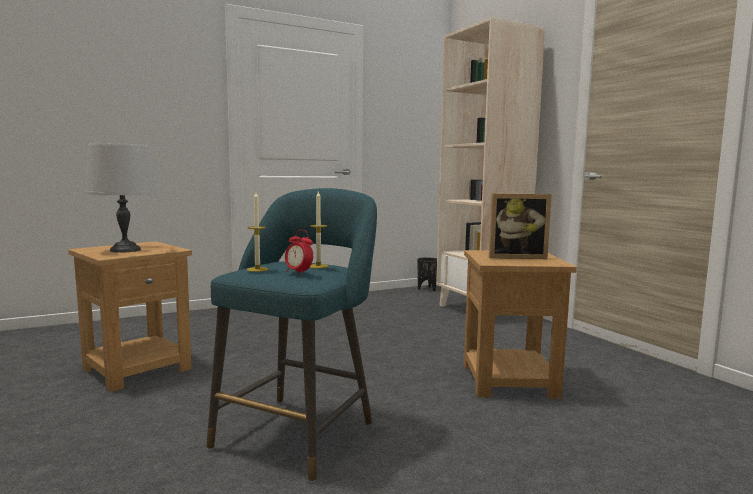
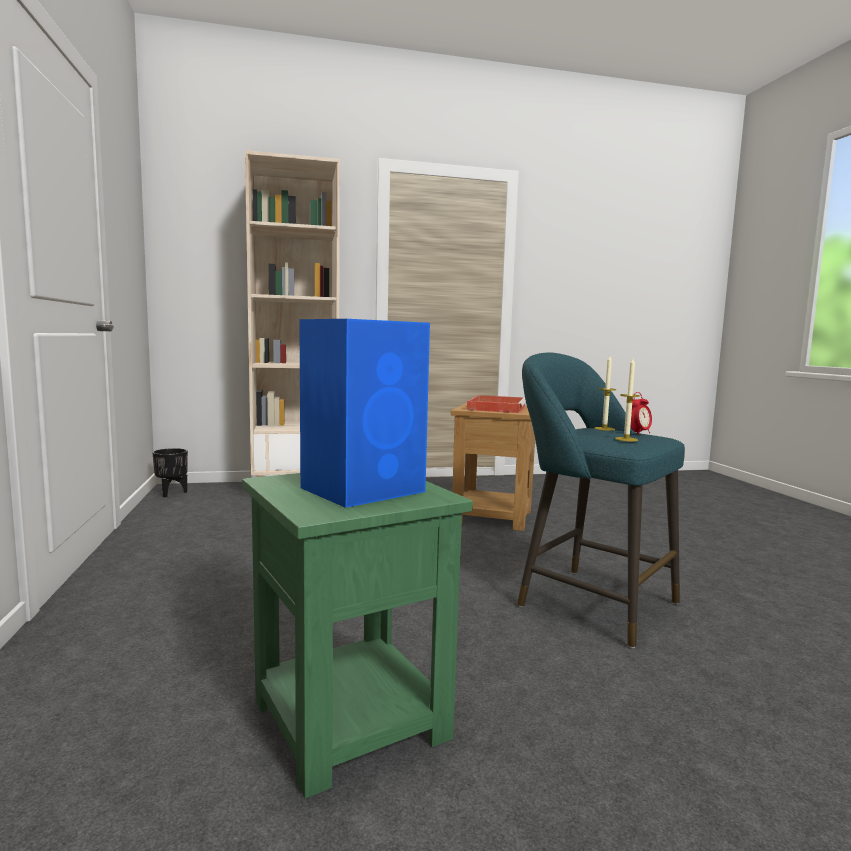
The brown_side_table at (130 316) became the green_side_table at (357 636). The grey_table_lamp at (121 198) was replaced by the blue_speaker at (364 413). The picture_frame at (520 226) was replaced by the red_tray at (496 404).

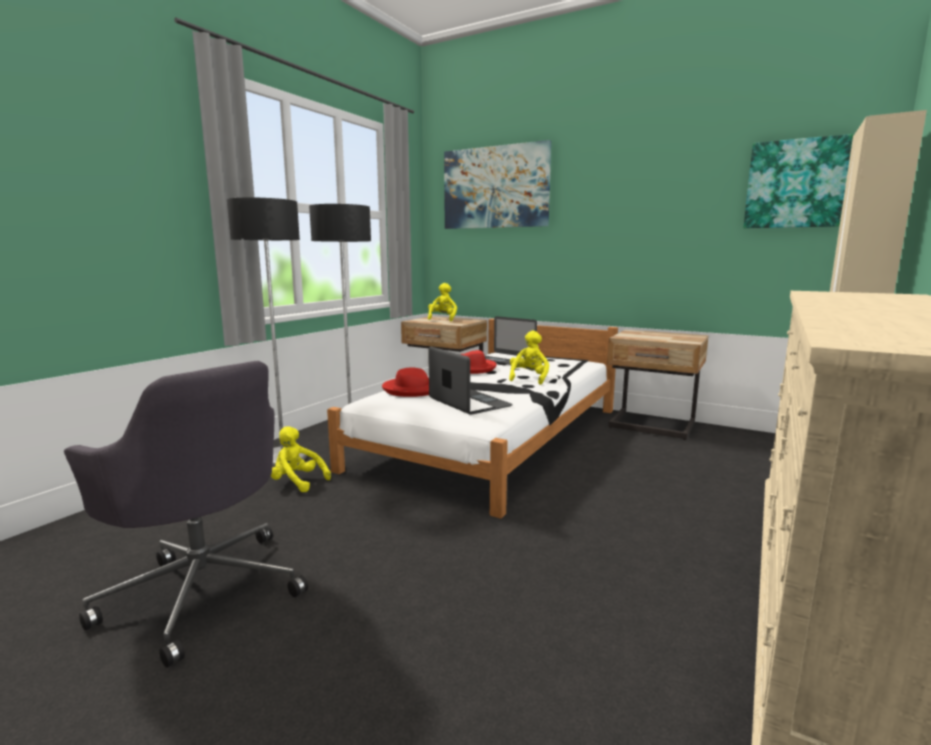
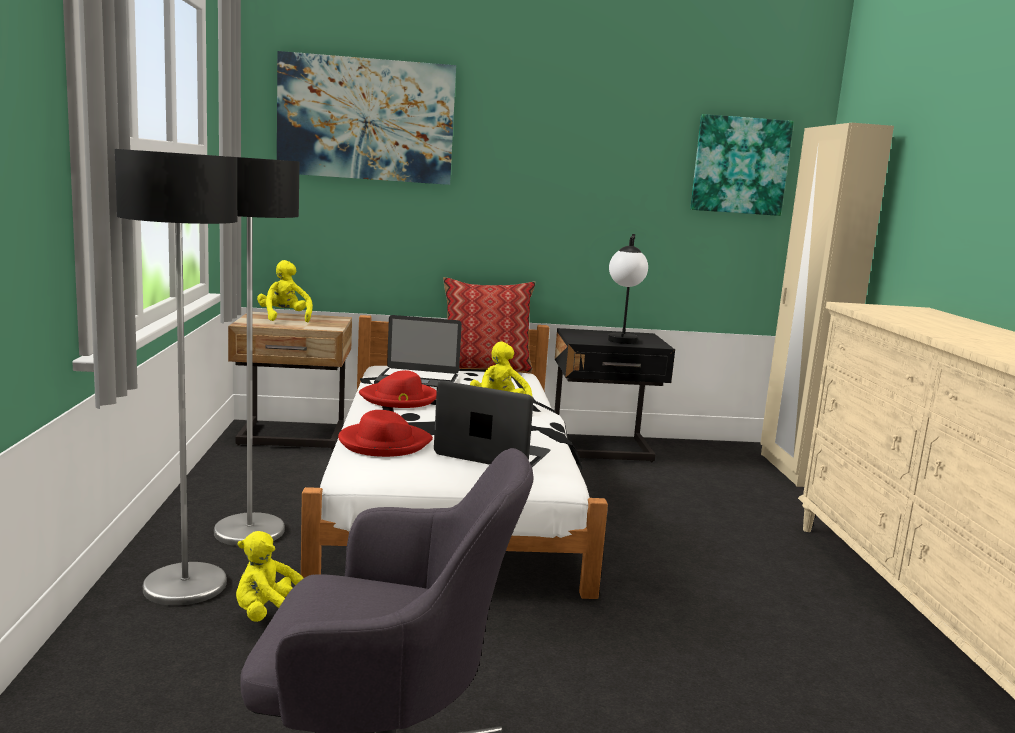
The pillow at (489 325) appeared. The beige_nightstand at (657 385) became the black_nightstand at (614 395). The table_lamp at (628 289) appeared.

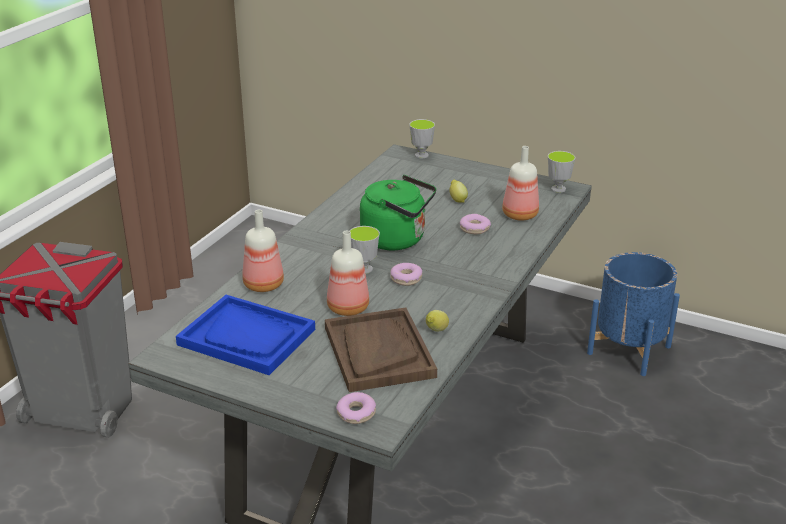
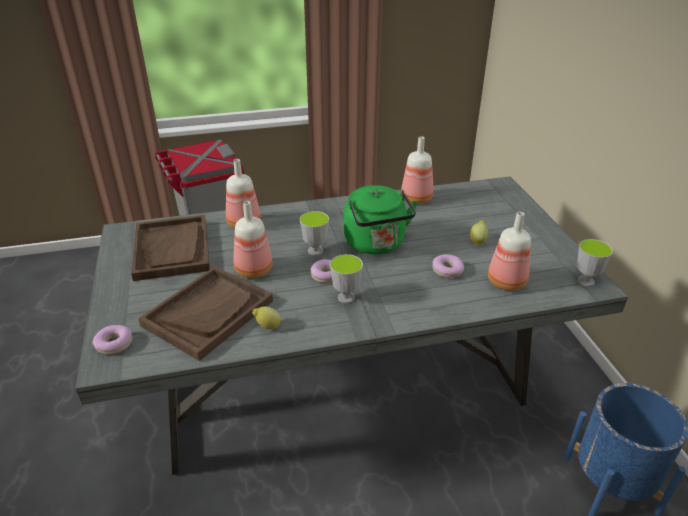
The blue_tray at (245 335) became the brown_tray at (170 248). The cup moved from (422 138) to (346 278). The bottle at (417 170) appeared.

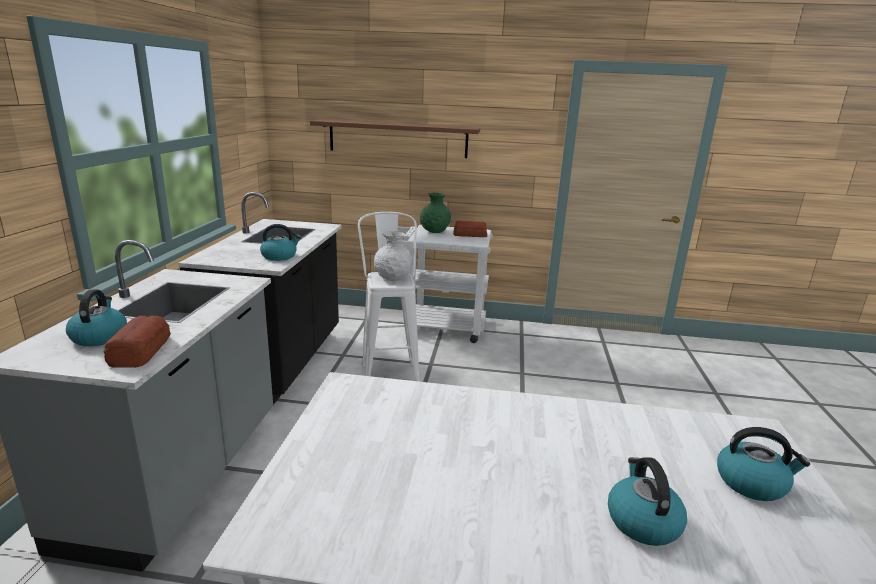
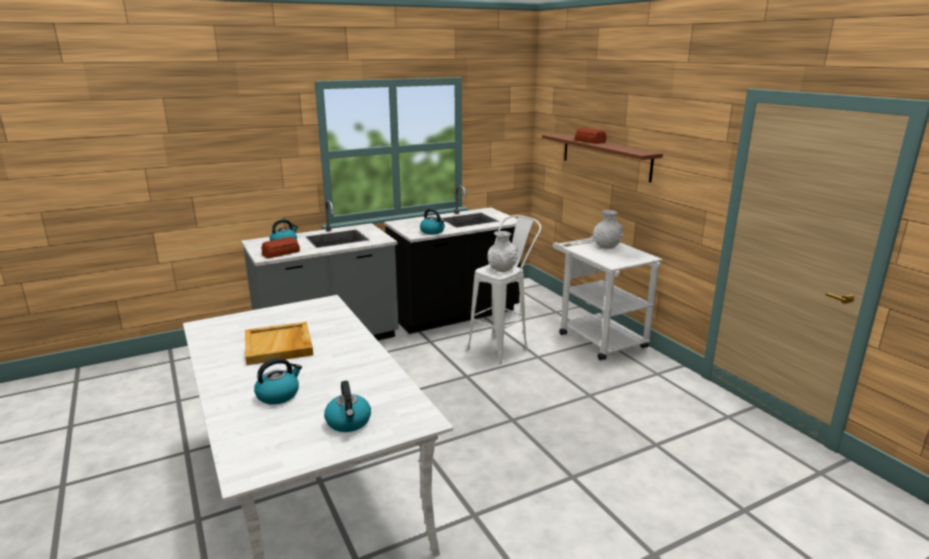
The beige_tray at (279 343) appeared. The bread moved from (470 229) to (591 136). The green_vase at (435 213) became the white_vase at (608 229).

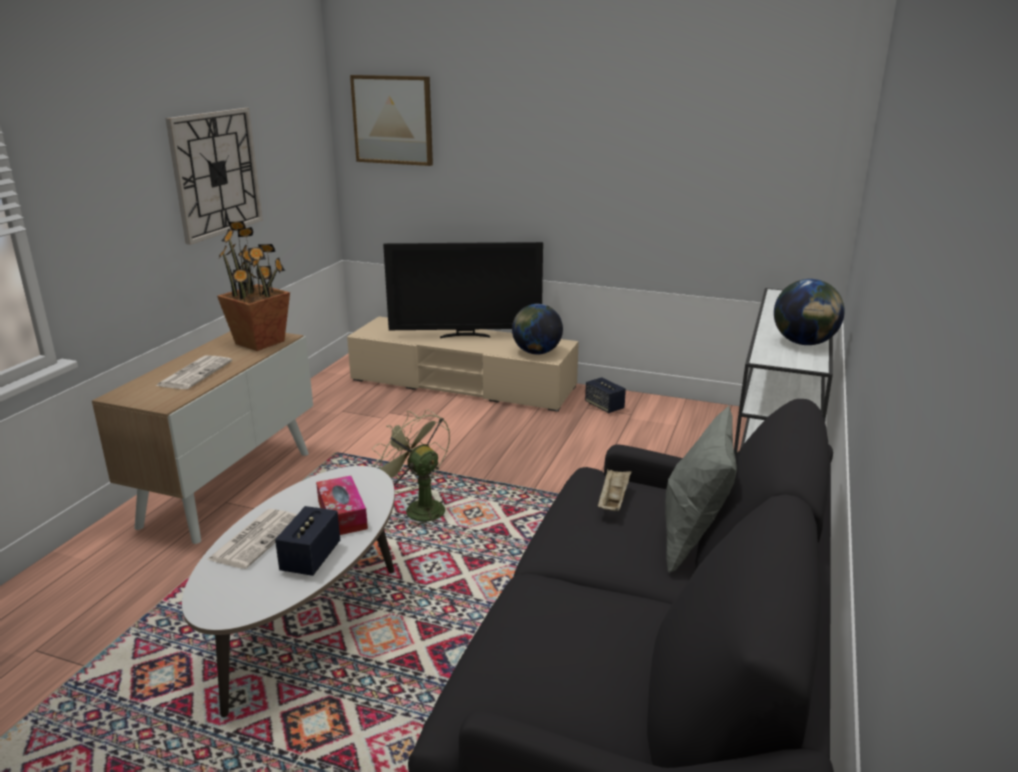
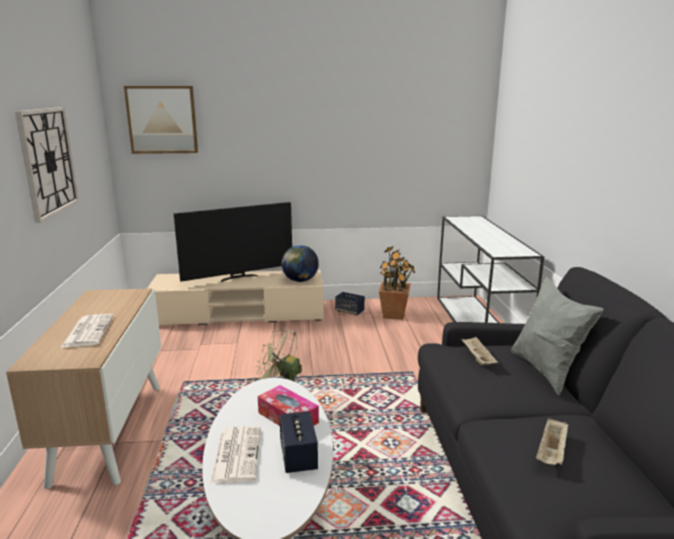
The potted_plant moved from (253 286) to (397 283). The beige_tray at (552 441) appeared. The globe at (809 312) disappeared.

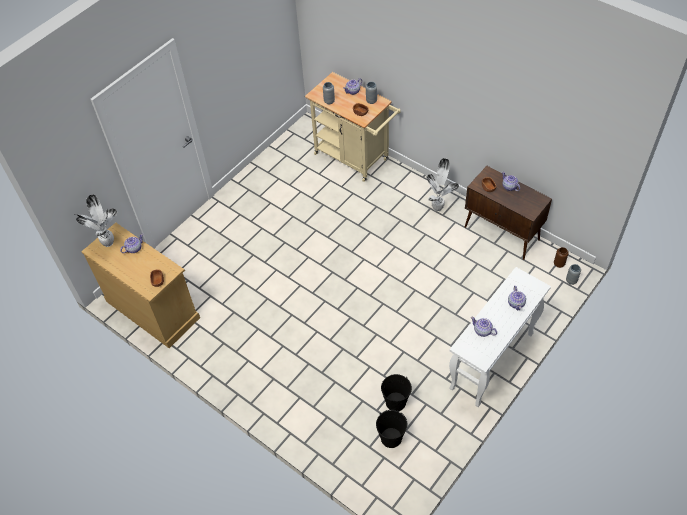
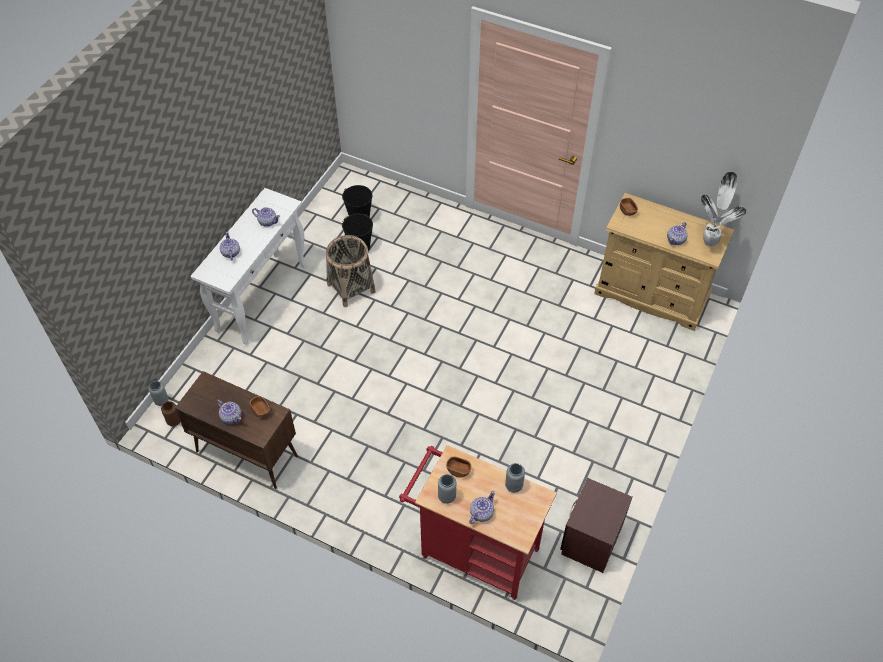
The basket at (351 271) appeared. The beige_cart at (352 127) became the red_cart at (478 522). The brown_nightstand at (596 525) appeared. The potted_plant at (442 184) disappeared.

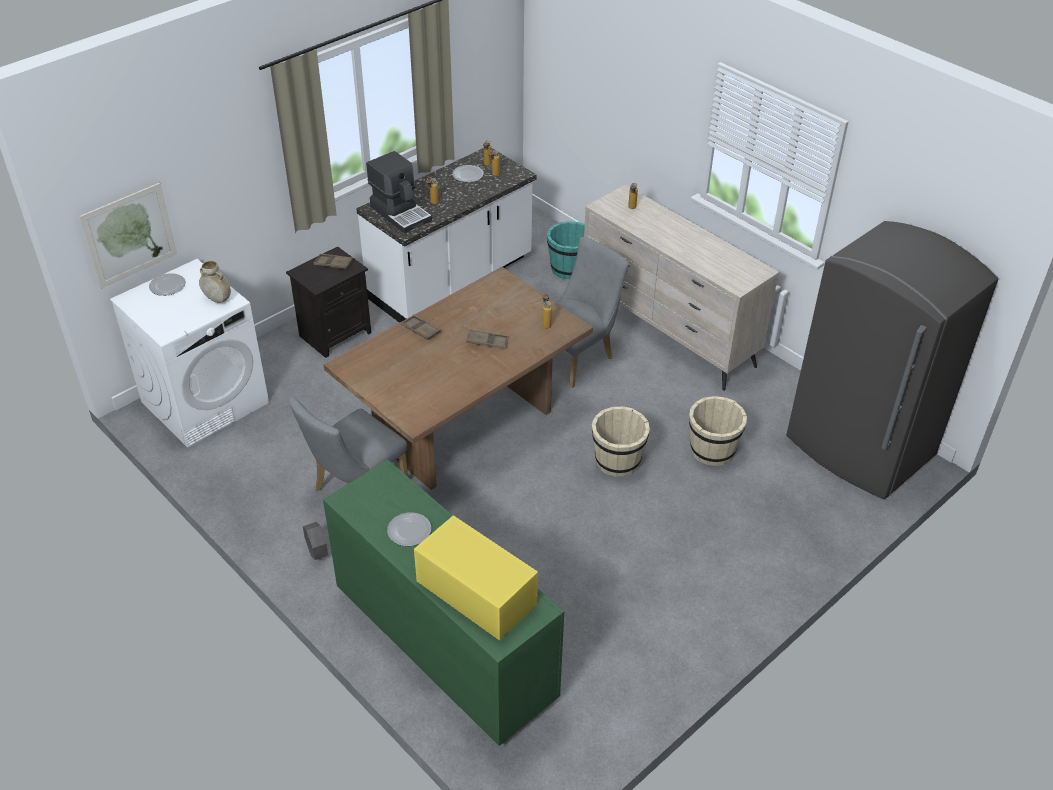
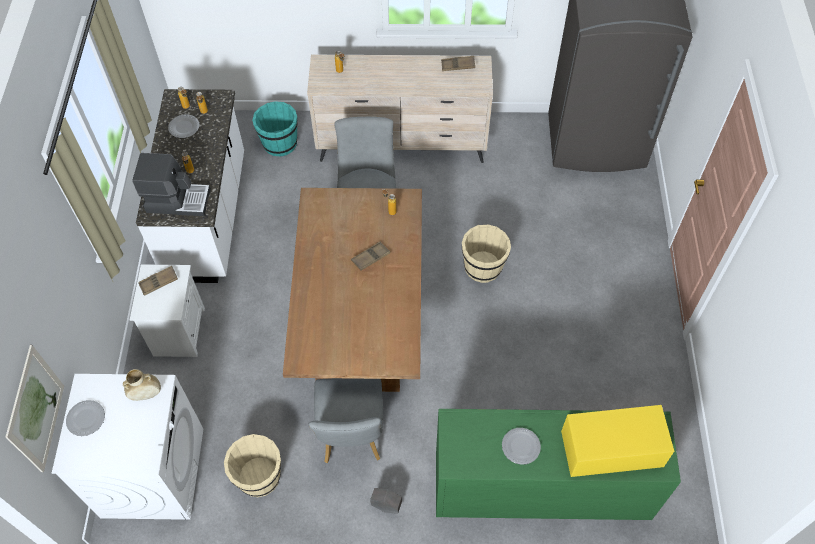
The black_nightstand at (328 302) became the white_nightstand at (167 310). The beige_bucket moved from (718 431) to (252 465). The brown_tray moved from (421 327) to (458 63).

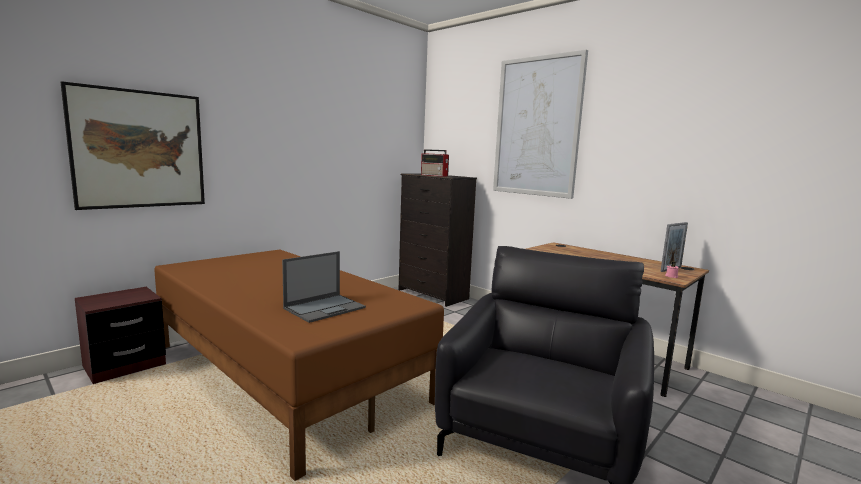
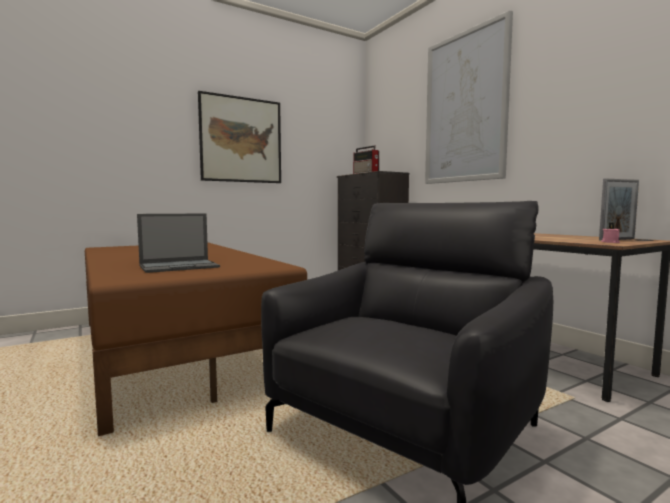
The picture moved from (132 145) to (239 137). The brown_nightstand at (120 335) disappeared.

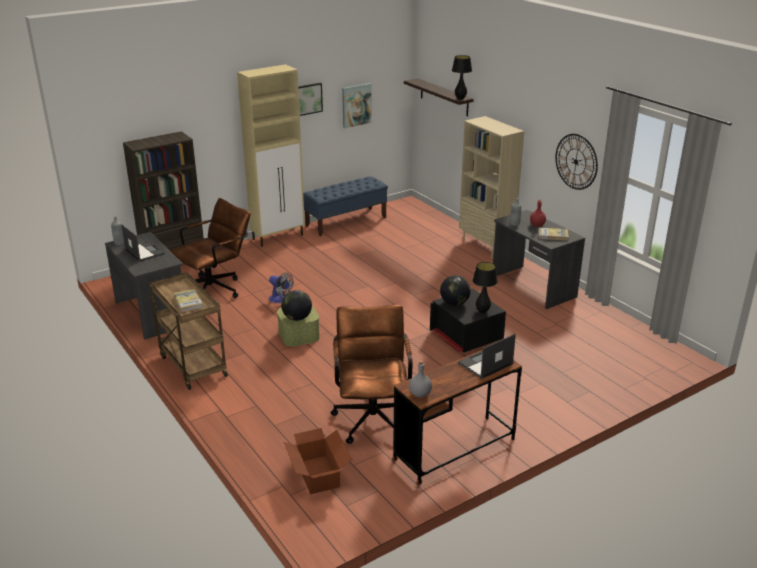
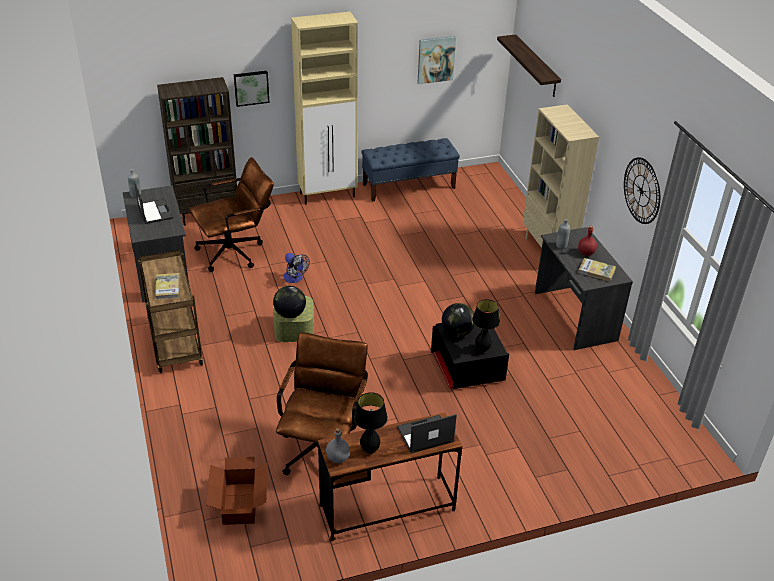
The picture moved from (310 99) to (252 89). The black_table_lamp moved from (462 77) to (371 423).

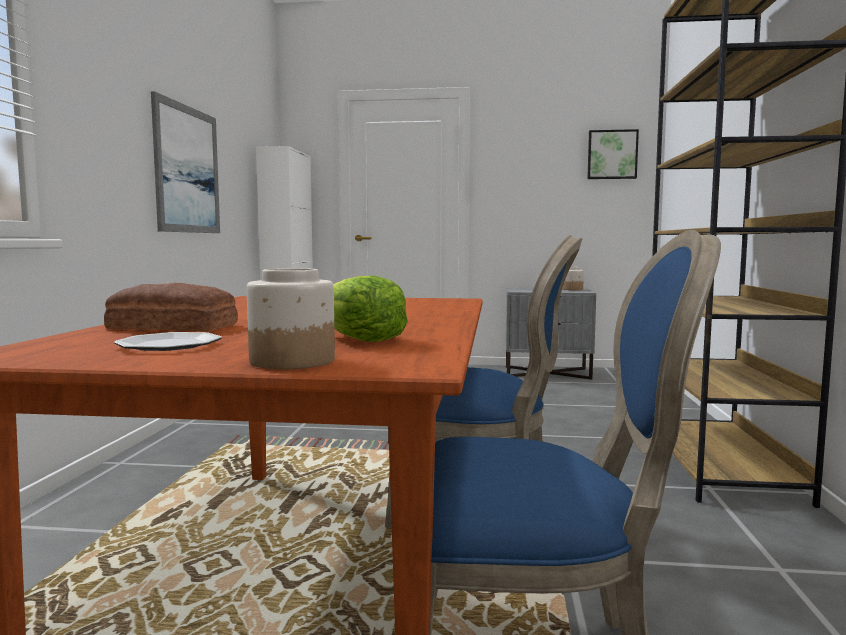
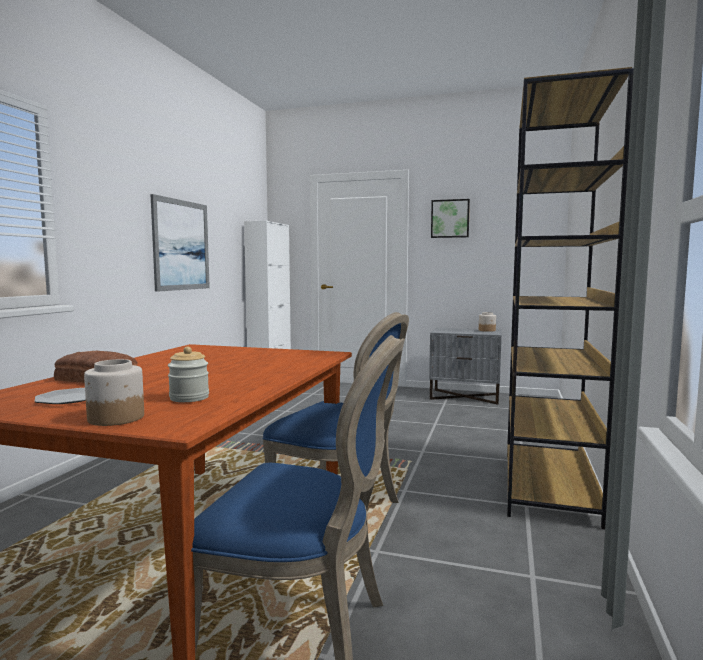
The lettuce at (370 309) was replaced by the jar at (188 374). The picture moved from (613 154) to (450 218).

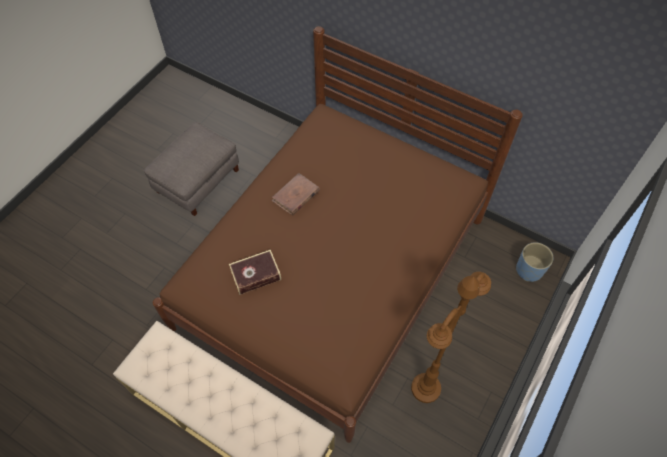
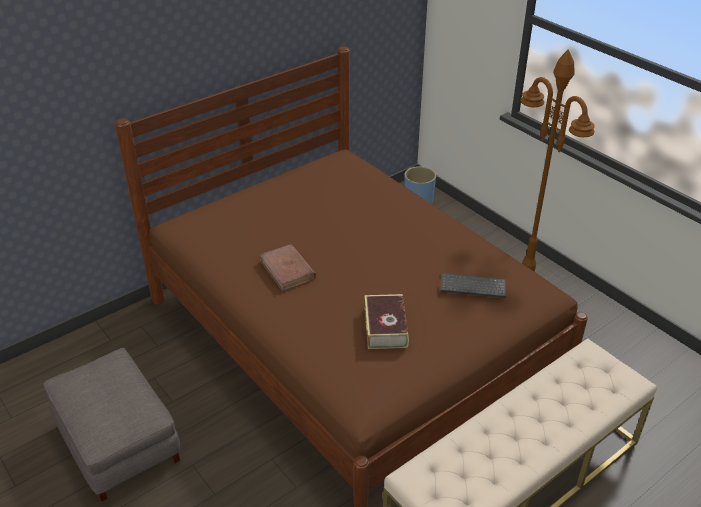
The keyboard at (473 285) appeared.

